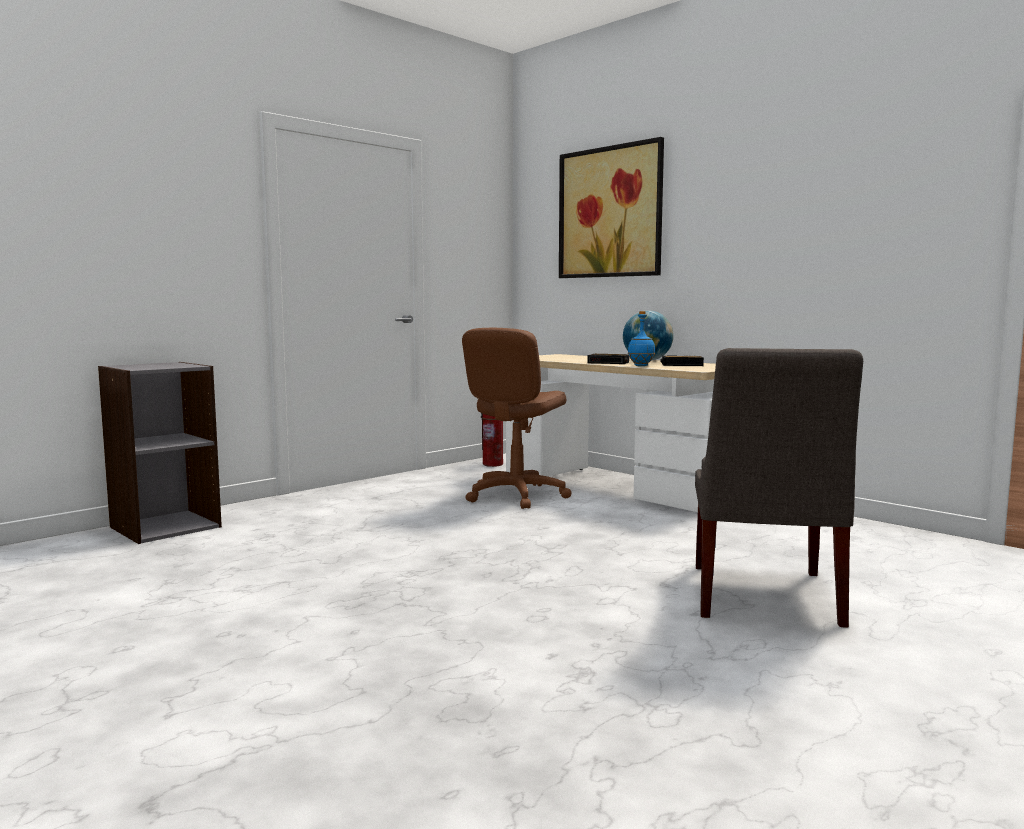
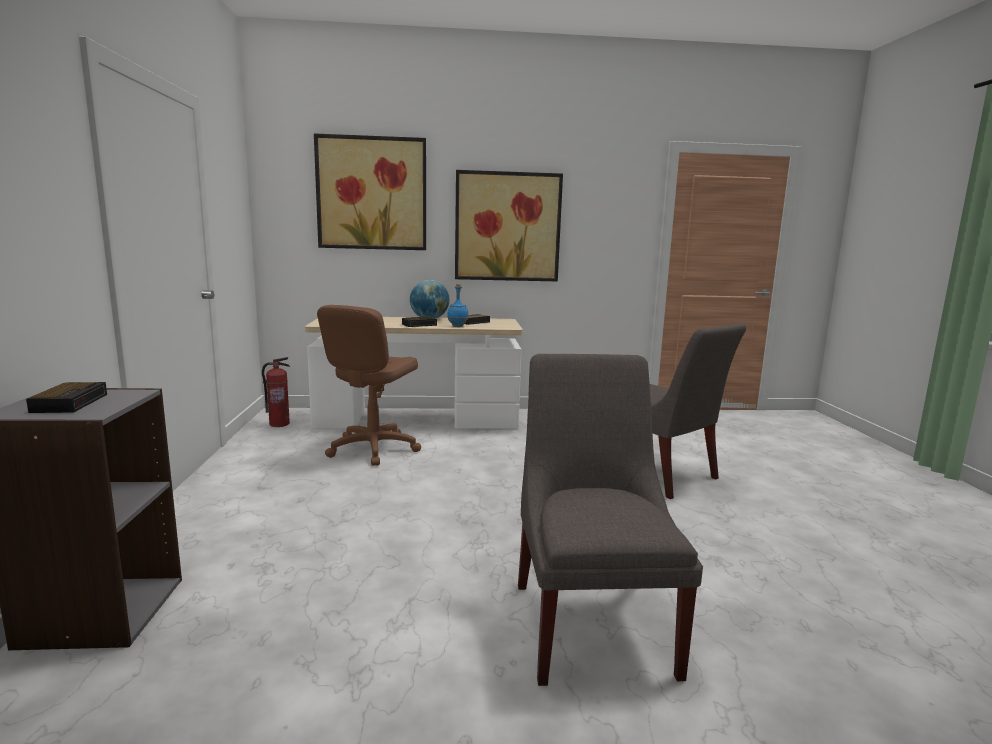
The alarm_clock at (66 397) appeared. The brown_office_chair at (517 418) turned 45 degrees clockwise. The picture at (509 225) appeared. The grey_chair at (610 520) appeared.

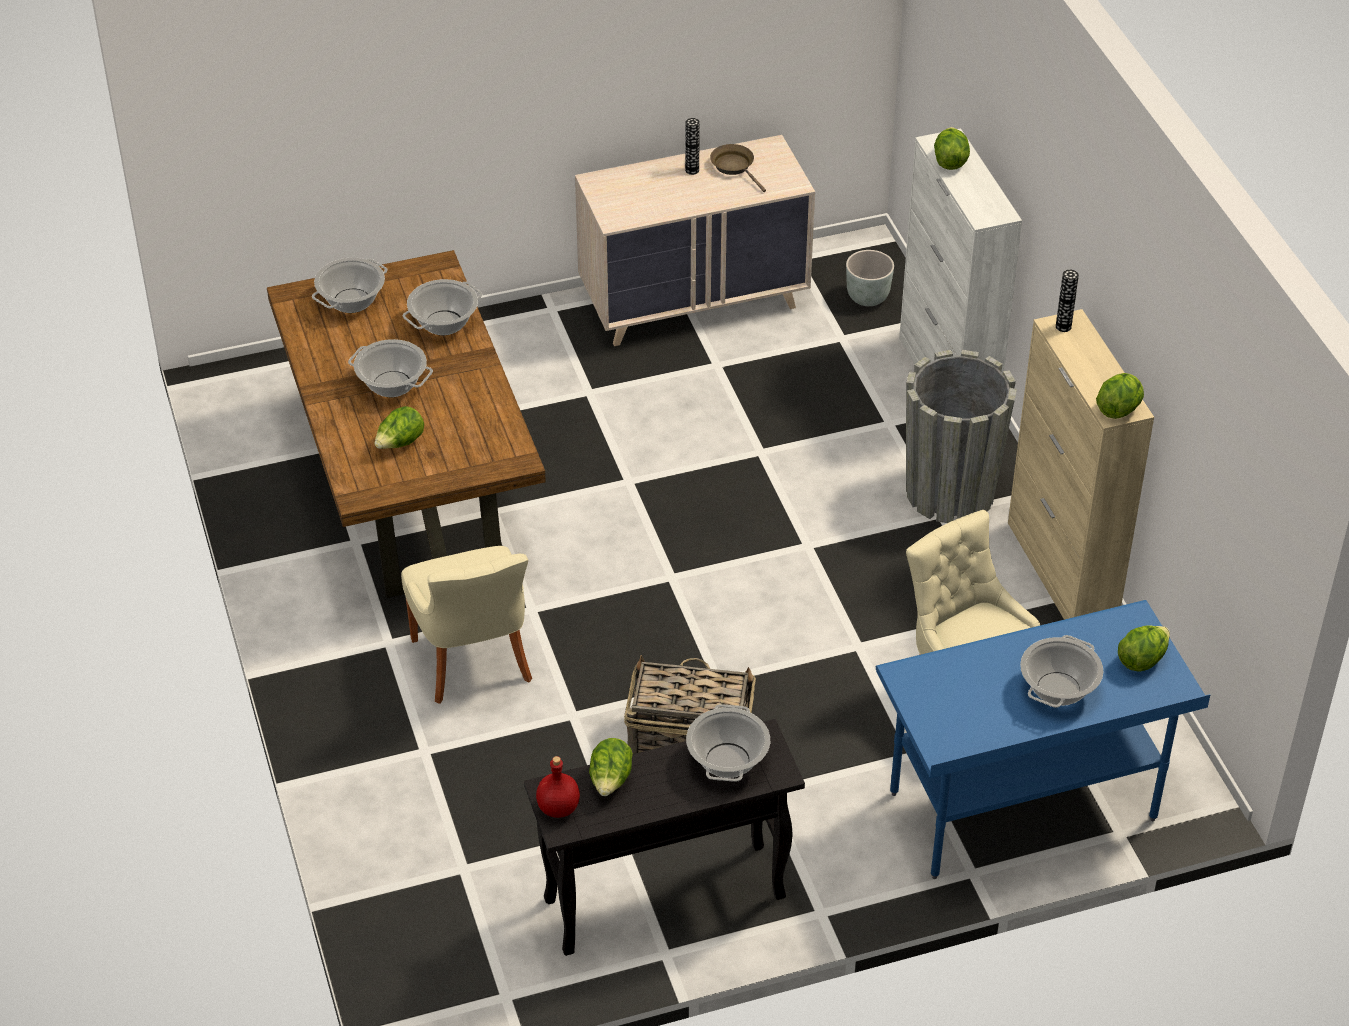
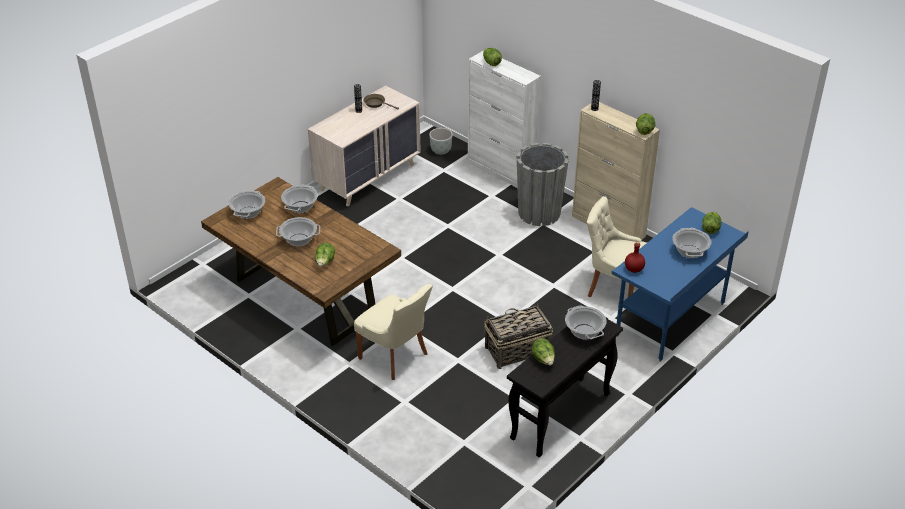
The red_bottle moved from (558 787) to (635 257).

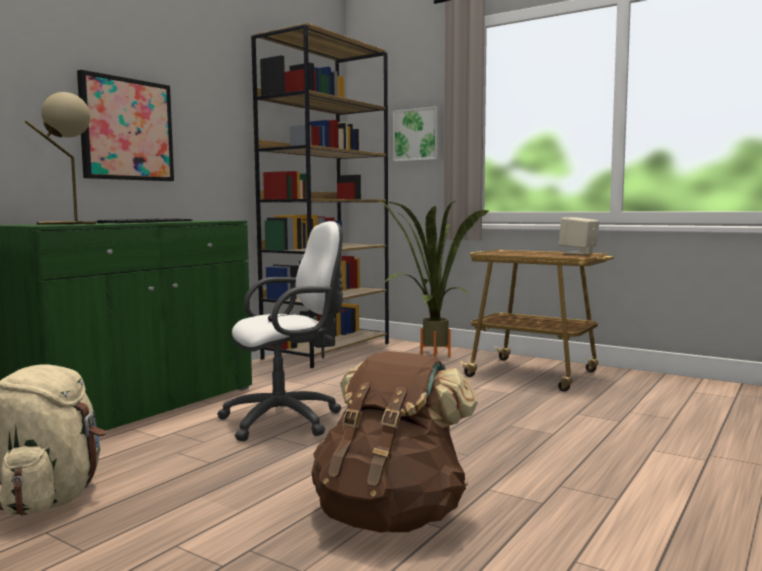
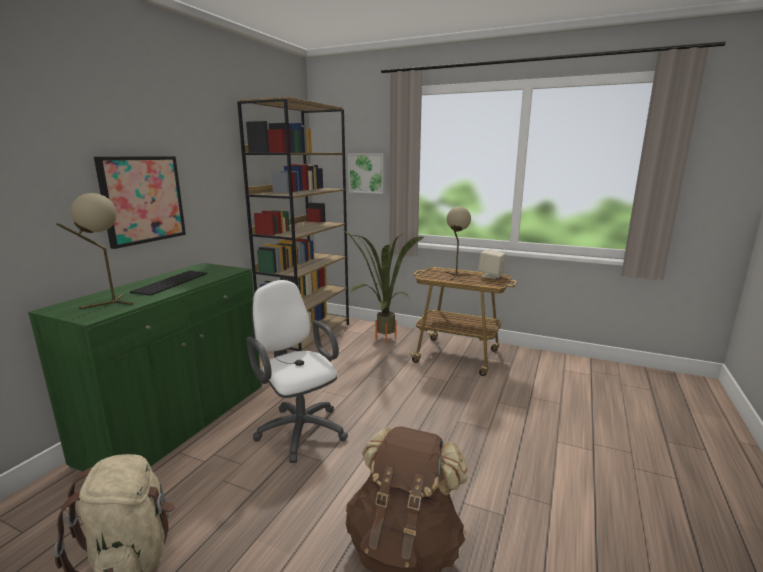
The white_office_chair at (280 331) turned 90 degrees counterclockwise. The beige_table_lamp at (458 243) appeared.

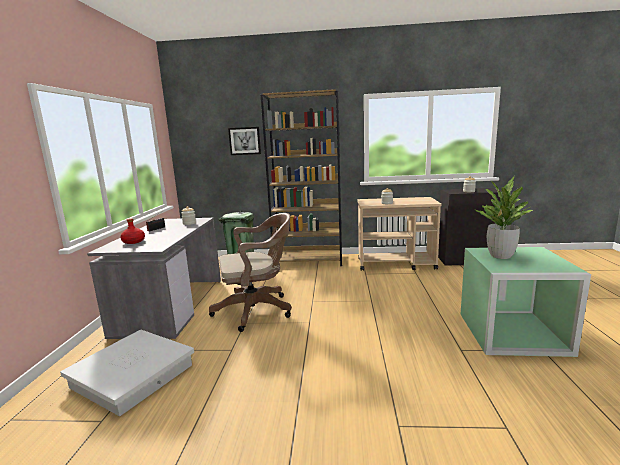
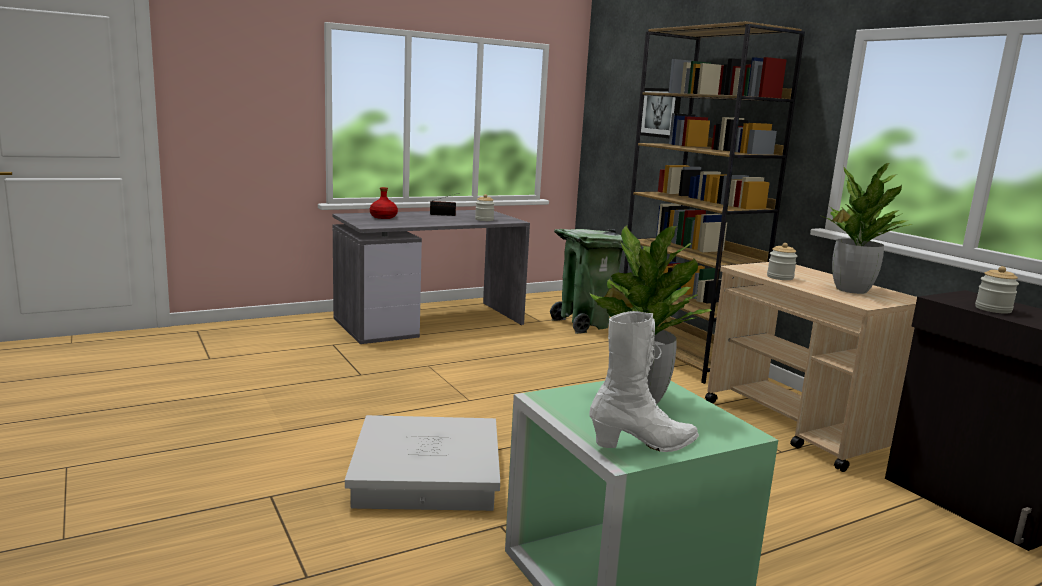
The white_storage_box moved from (127 373) to (422 463). The white_boot at (644 381) appeared. The potted_plant at (867 228) appeared. The brown_office_chair at (250 272) disappeared.

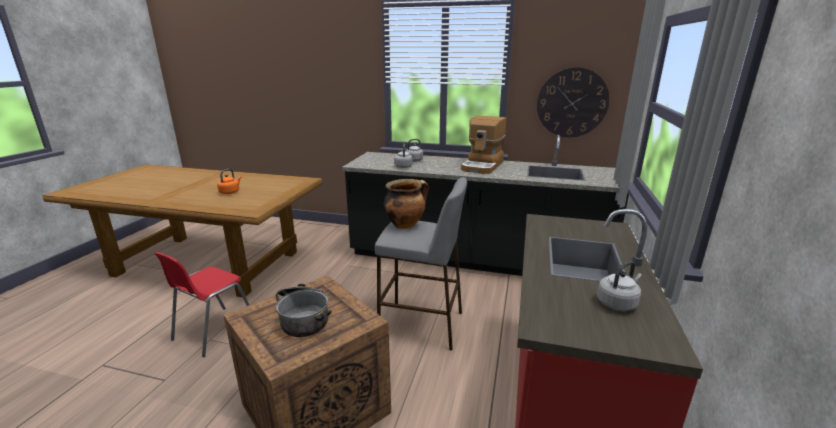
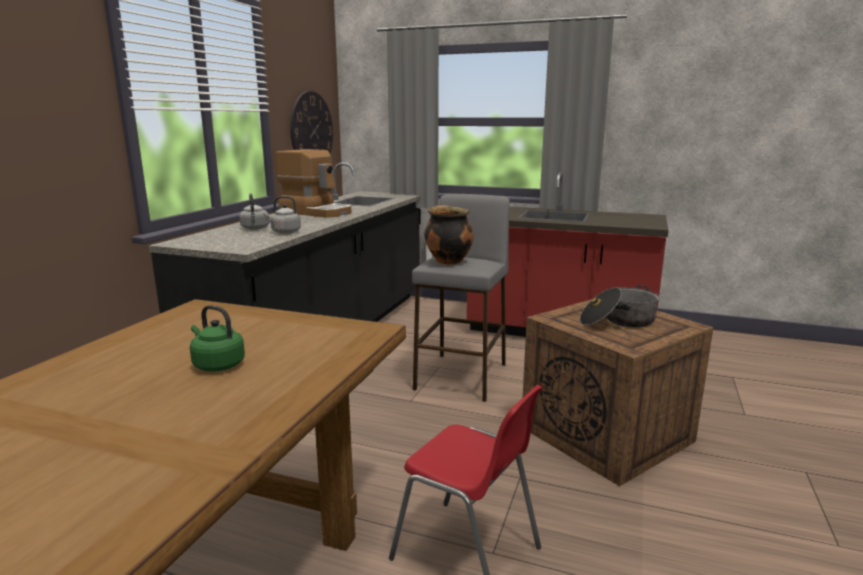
The orange_kettle at (229 181) became the green_kettle at (217 338). The grey_kettle at (619 286) disappeared.

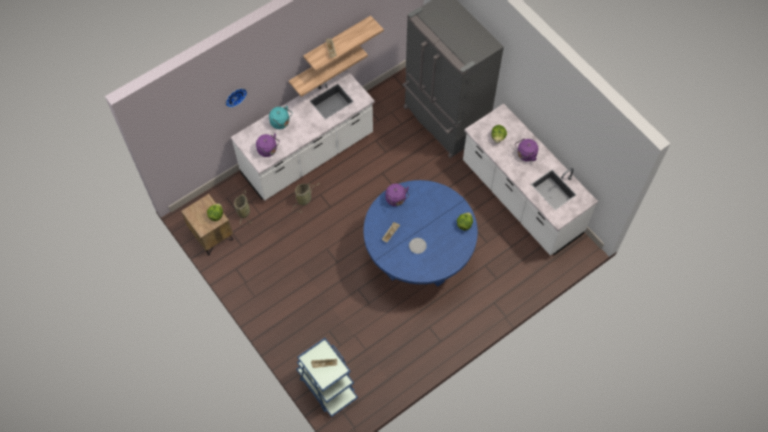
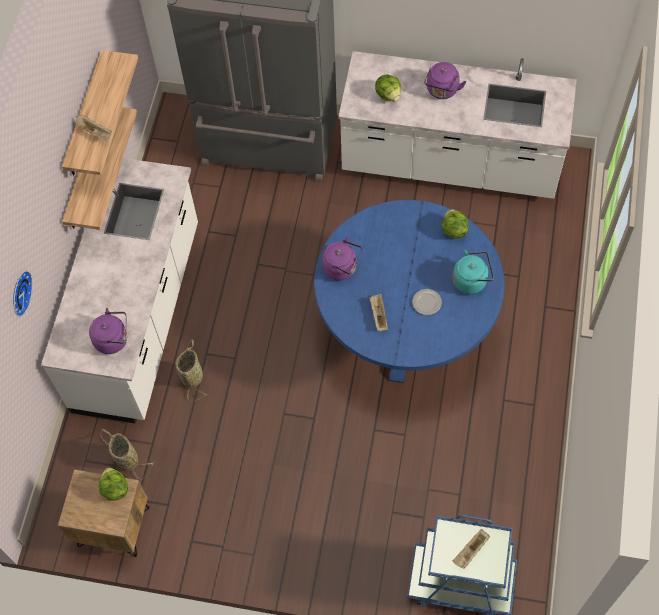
The turquoise_kettle moved from (280 117) to (473 272).

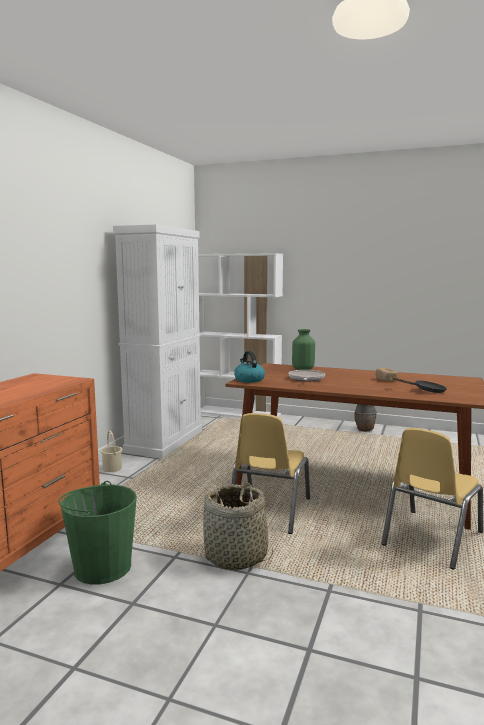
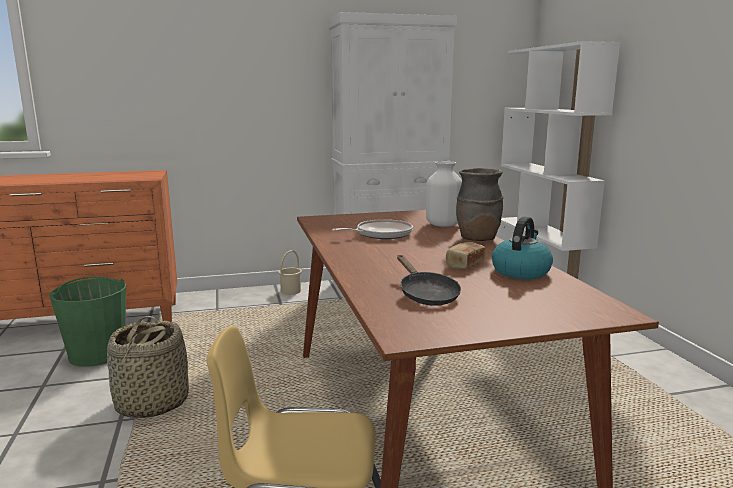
The green_vase at (303 349) became the white_vase at (444 194). The brown_vase moved from (366 417) to (480 204). The kettle moved from (249 367) to (522 248). The yellow_chair at (271 473) disappeared.

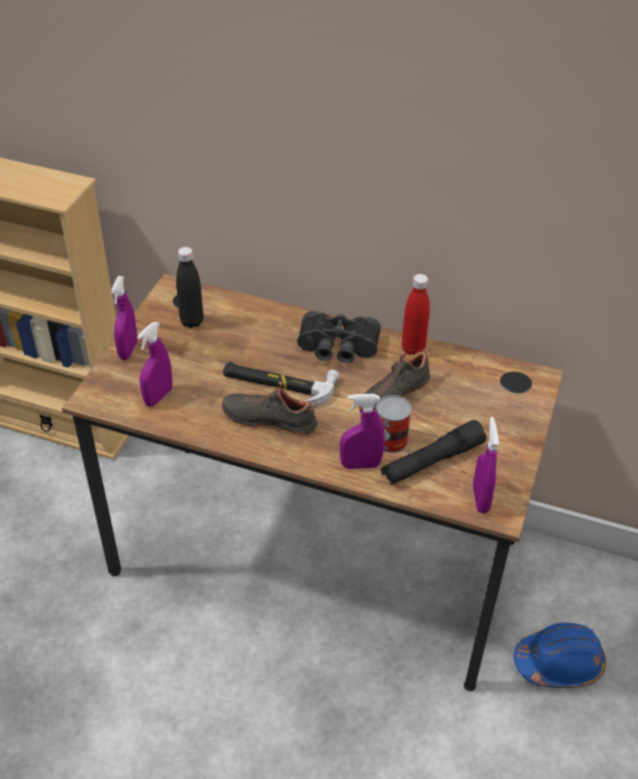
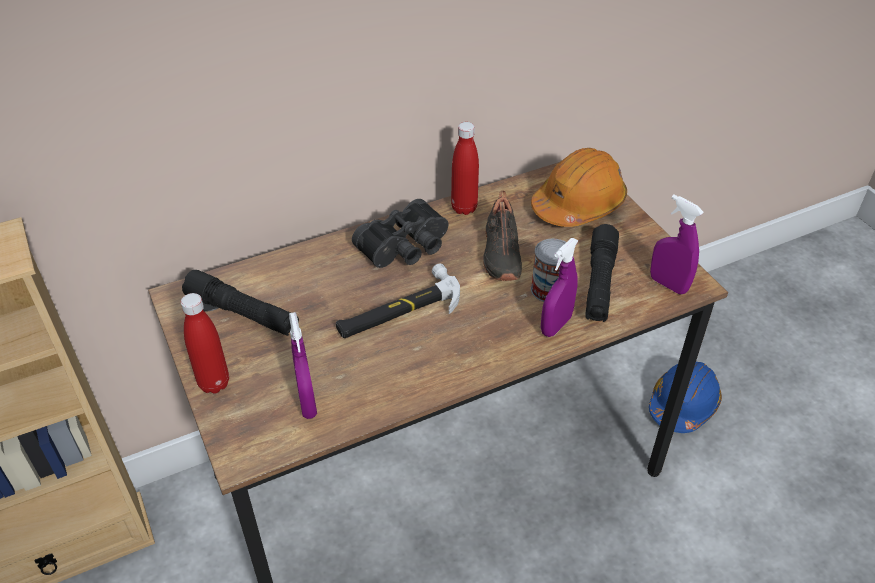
The purple_spray_bottle at (124 318) was replaced by the red_bottle at (205 343). The black_bottle at (189 287) was replaced by the black_flashlight at (240 303). The orange_hard_hat at (579 187) appeared. The black_shoe at (269 409) disappeared.

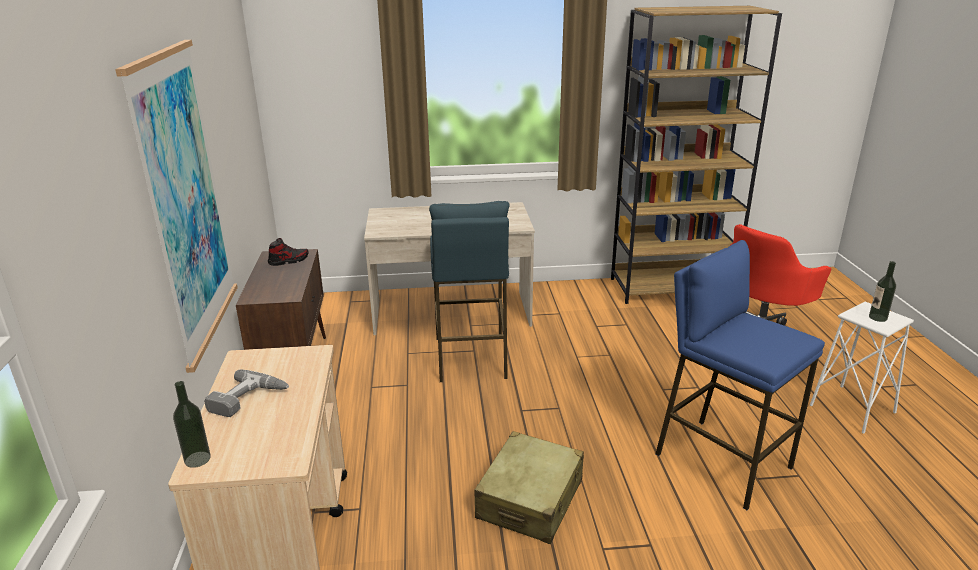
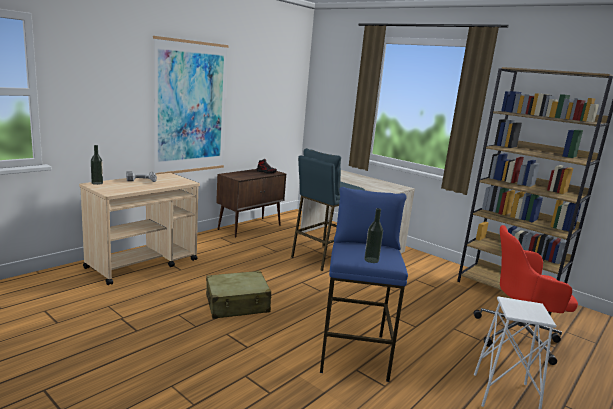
The bottle moved from (882 291) to (373 235).

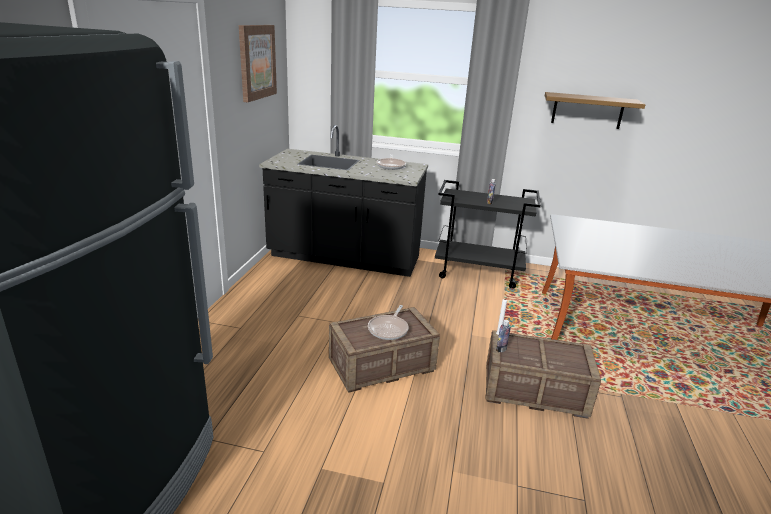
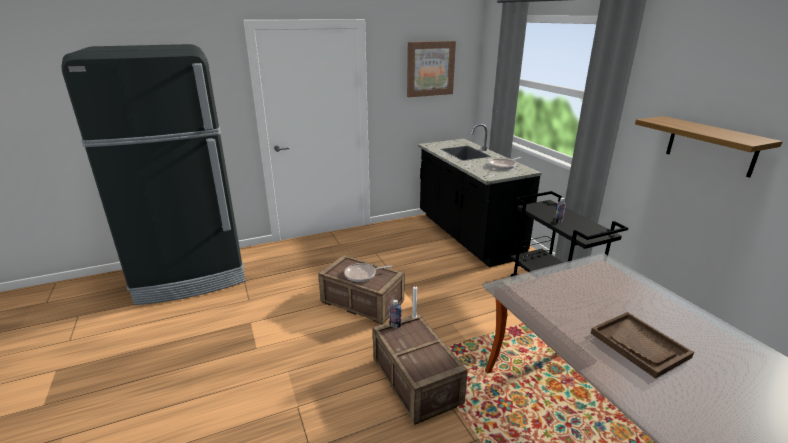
The brown_tray at (642 345) appeared.

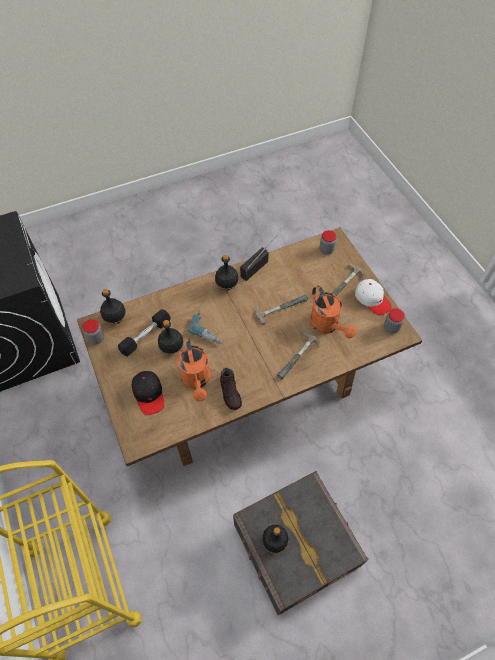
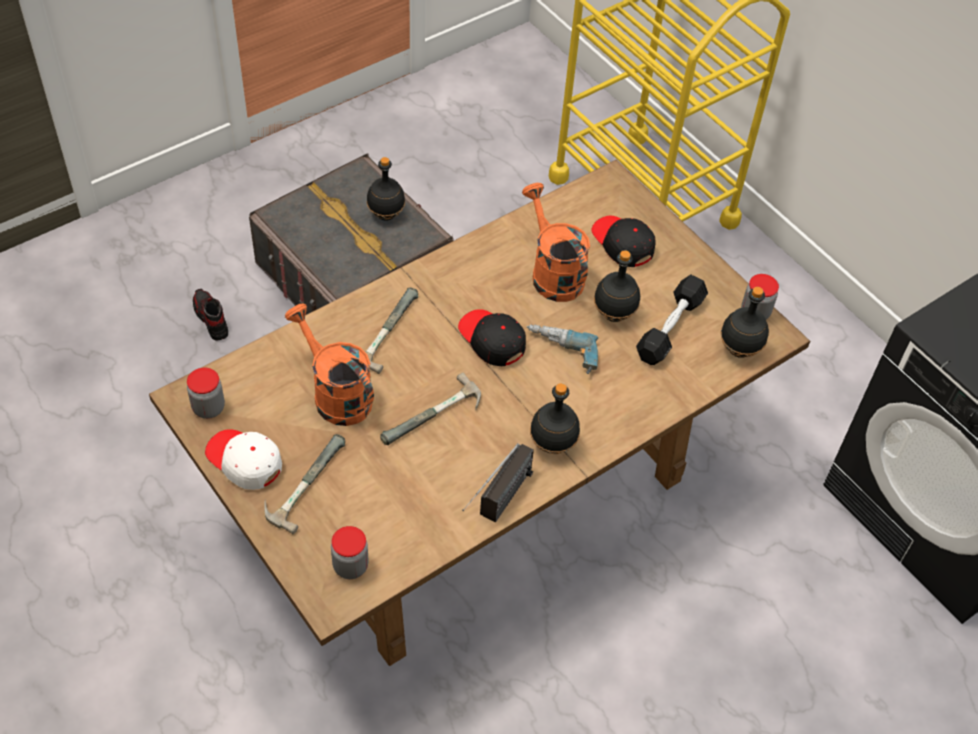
The shoe moved from (231 389) to (210 314). The black_cap at (492 337) appeared.

